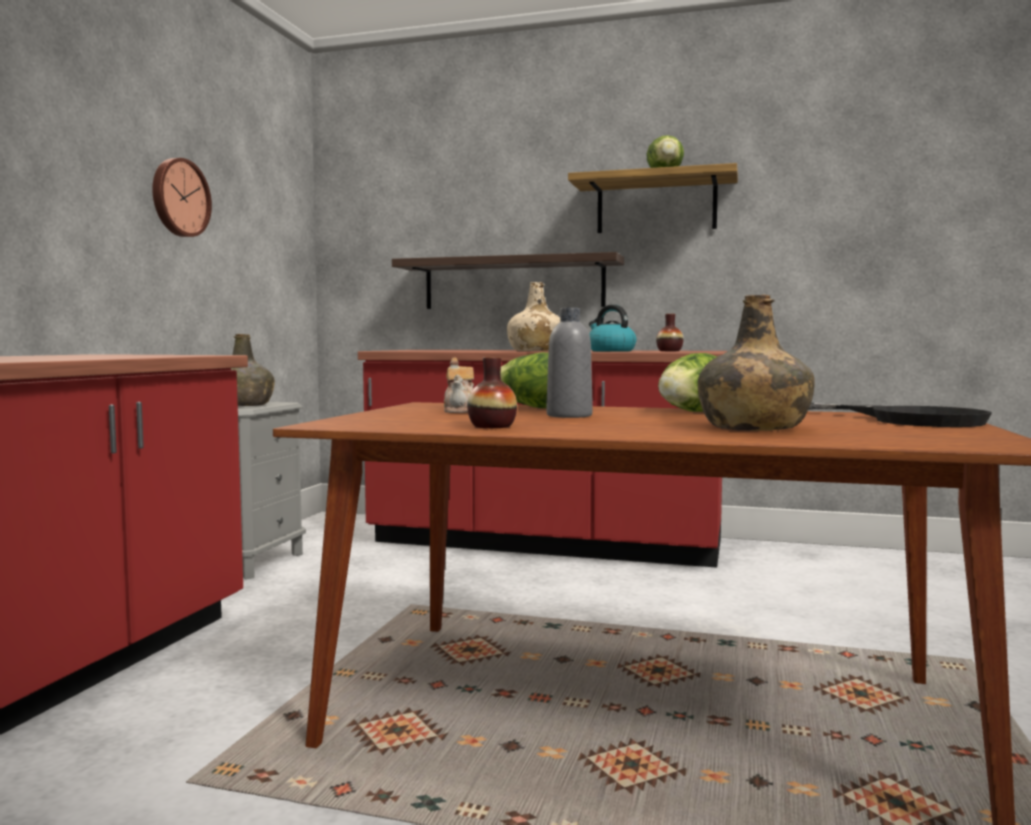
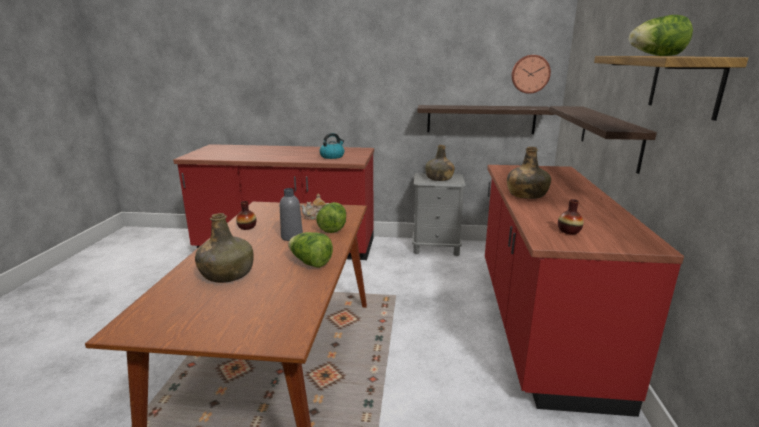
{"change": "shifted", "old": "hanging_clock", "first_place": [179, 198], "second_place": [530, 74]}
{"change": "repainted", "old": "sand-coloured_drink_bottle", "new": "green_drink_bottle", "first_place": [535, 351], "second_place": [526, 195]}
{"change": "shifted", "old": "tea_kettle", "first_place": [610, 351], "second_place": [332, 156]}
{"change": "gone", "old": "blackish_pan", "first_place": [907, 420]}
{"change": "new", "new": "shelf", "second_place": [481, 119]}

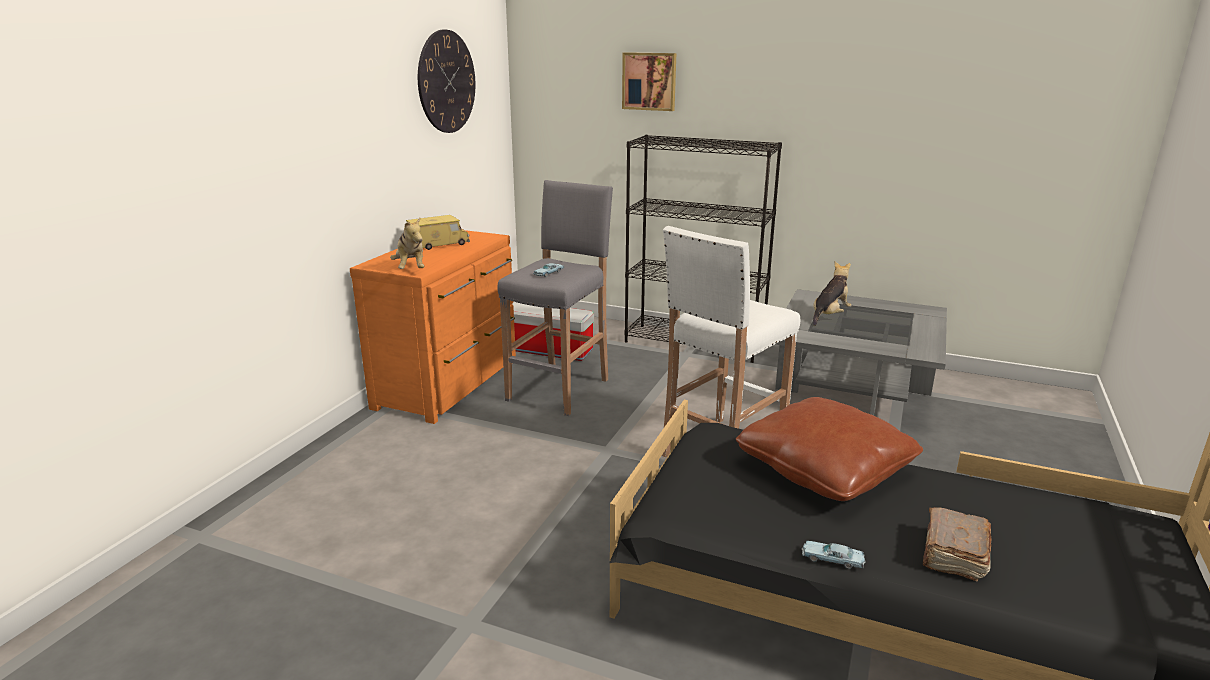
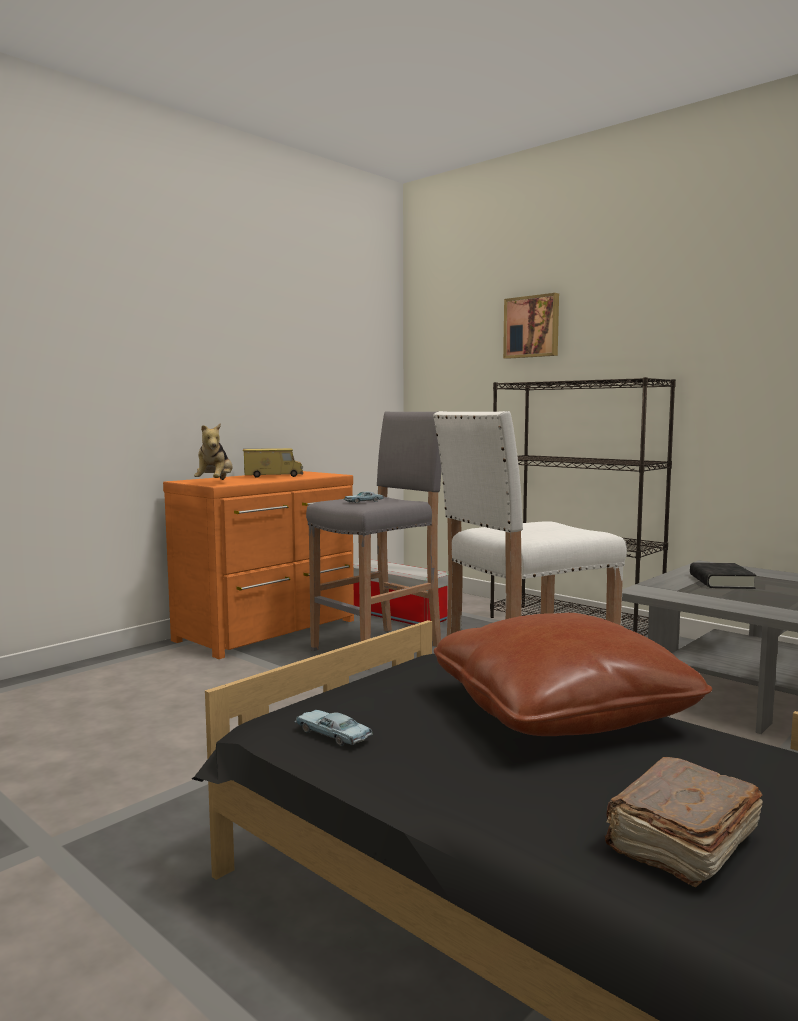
{"change": "gone", "old": "hanging_clock", "first_place": [446, 82]}
{"change": "swapped", "old": "cuddly_toy", "new": "blackish_bound_book", "first_place": [829, 315], "second_place": [721, 581]}
{"change": "shifted", "old": "blue_model_car", "first_place": [832, 559], "second_place": [332, 735]}

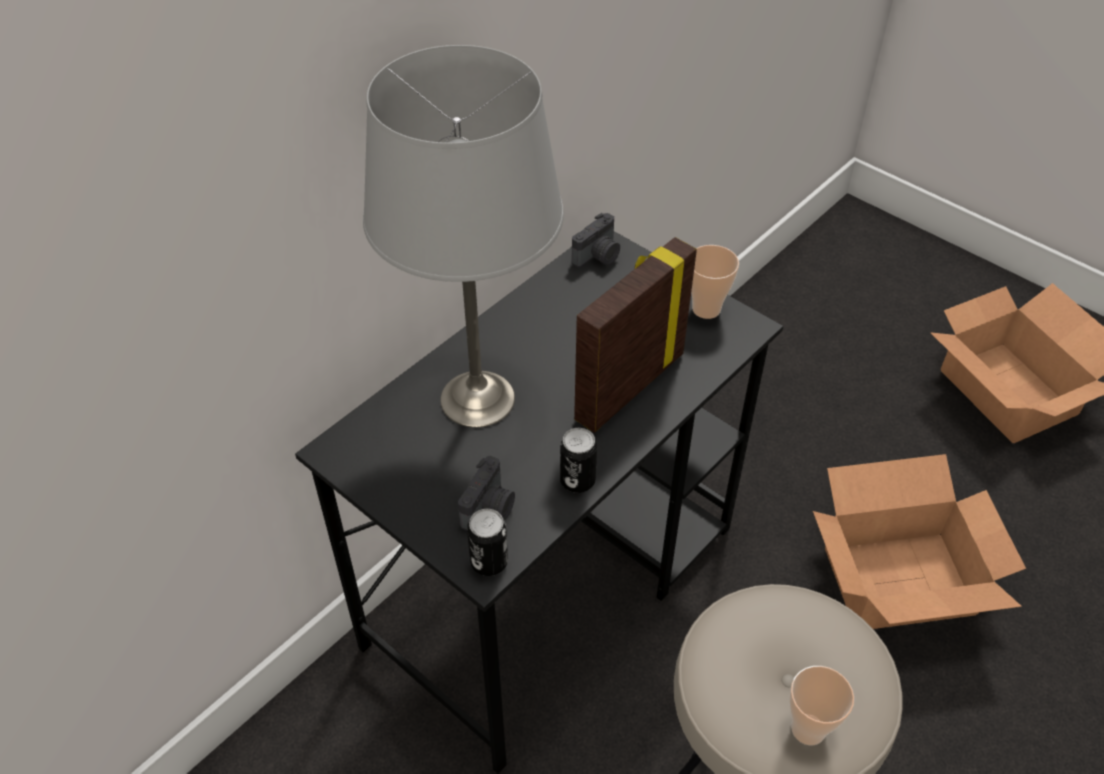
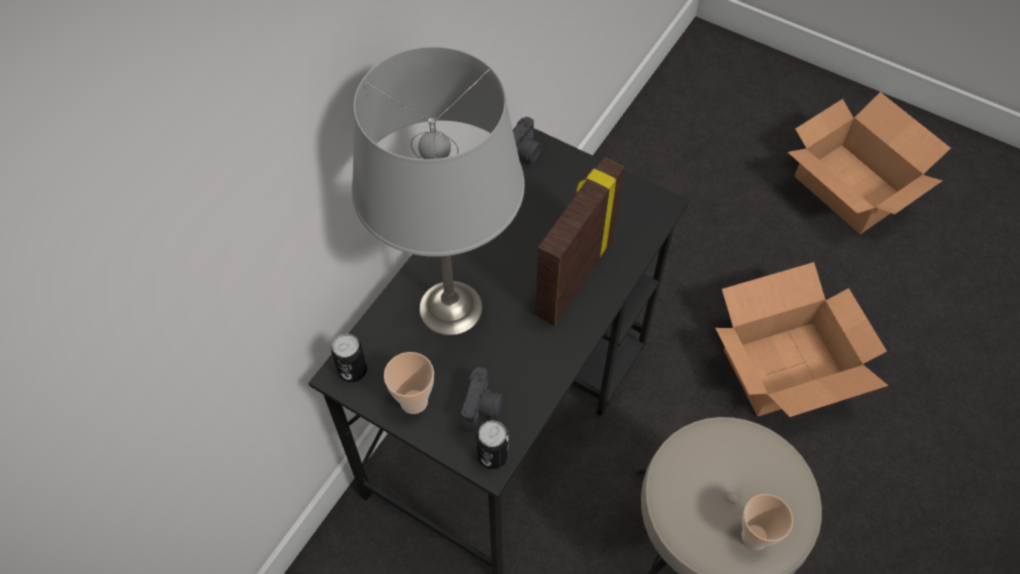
{"change": "shifted", "old": "small_cup", "first_place": [706, 309], "second_place": [414, 401]}
{"change": "shifted", "old": "sealed_can", "first_place": [577, 480], "second_place": [353, 370]}

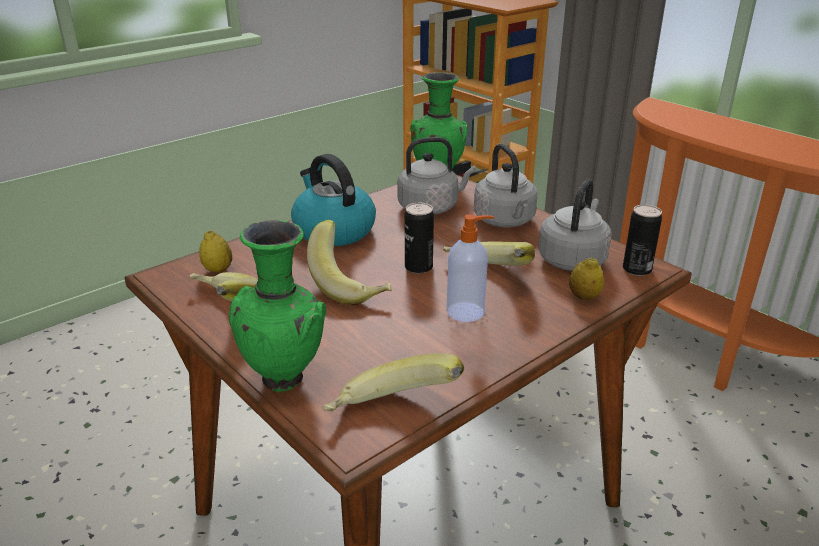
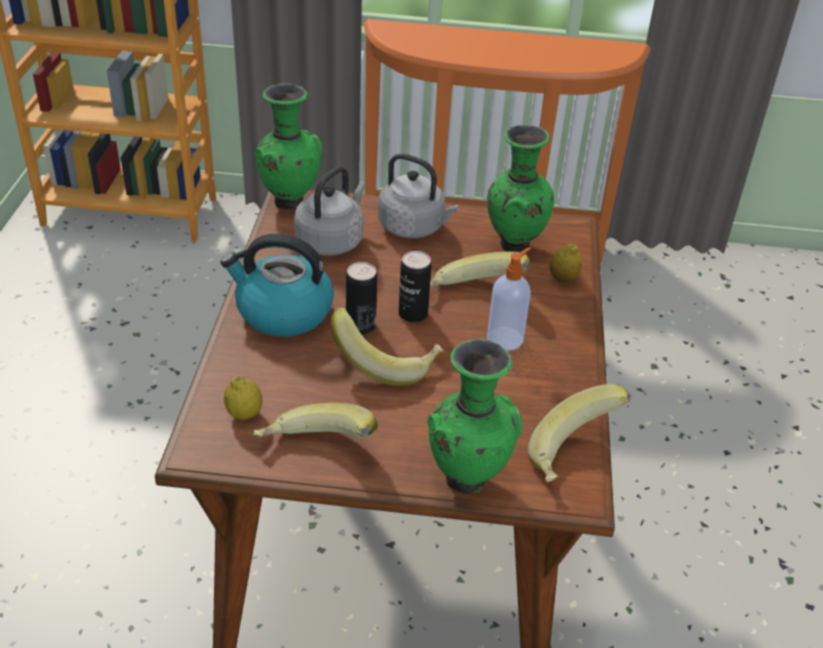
{"change": "swapped", "old": "greyish_tea_kettle", "new": "green_vase", "first_place": [573, 259], "second_place": [513, 244]}
{"change": "shifted", "old": "sealed_can", "first_place": [636, 269], "second_place": [360, 326]}

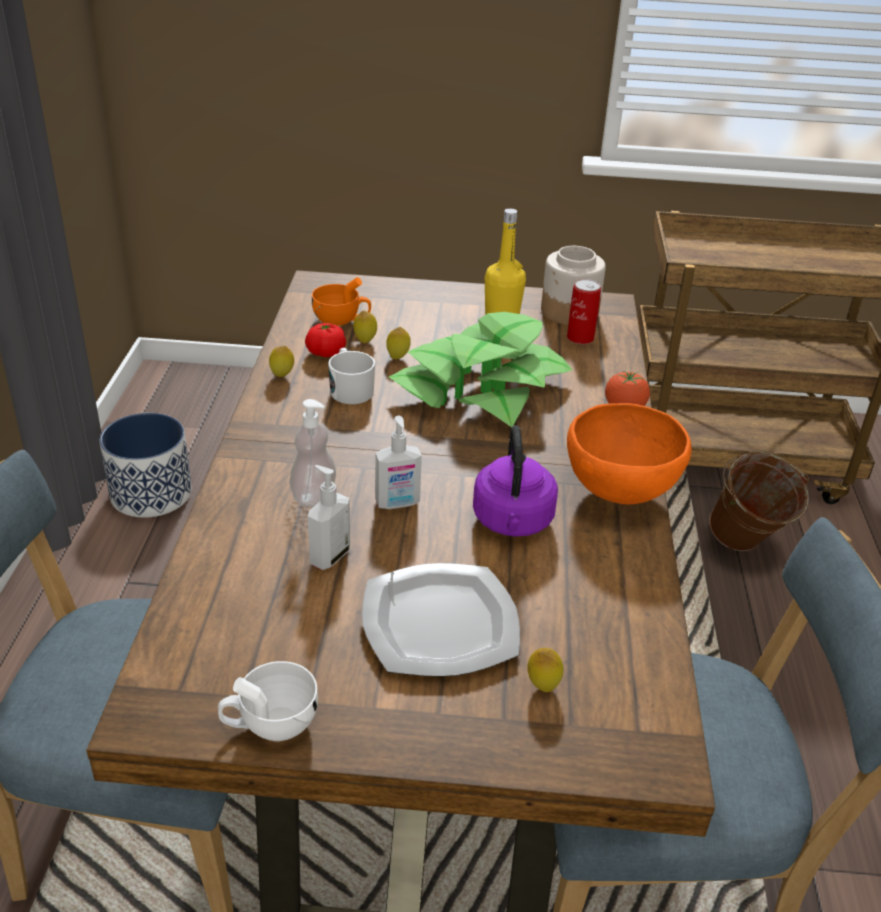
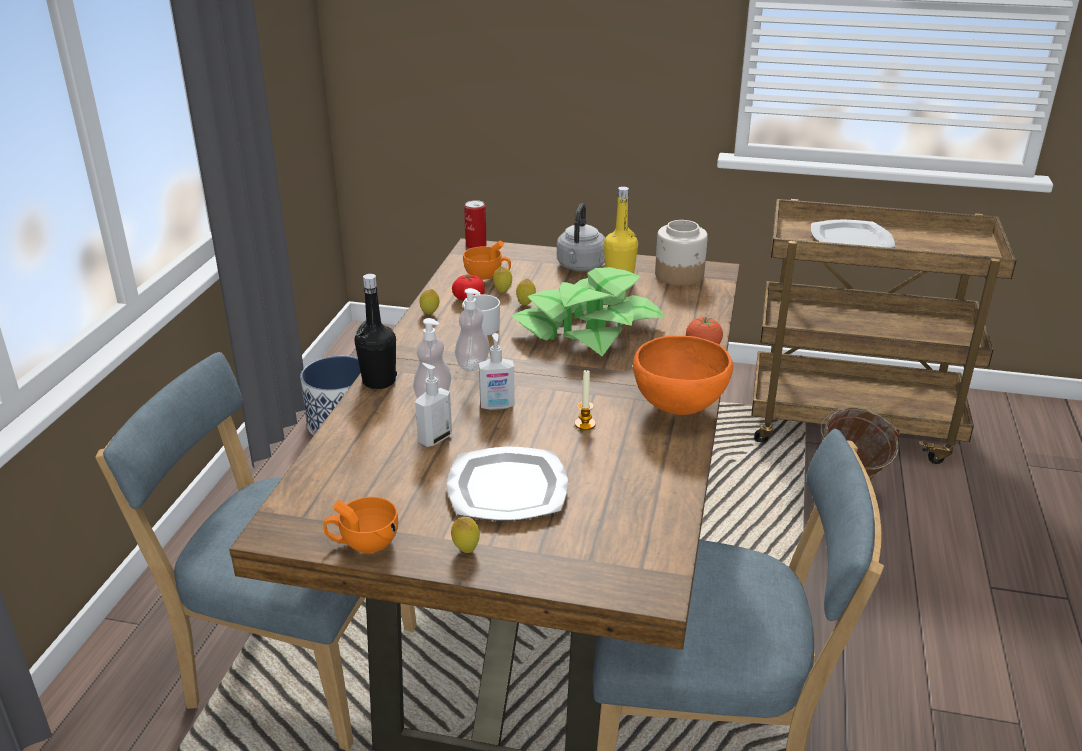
{"change": "shifted", "old": "sealed_can", "first_place": [580, 338], "second_place": [476, 246]}
{"change": "swapped", "old": "purple_tea_kettle", "new": "wax_candle", "first_place": [513, 522], "second_place": [585, 424]}
{"change": "shifted", "old": "whole_lemon", "first_place": [542, 686], "second_place": [466, 549]}
{"change": "repainted", "old": "white-coloured_small_cup", "new": "orange-coloured_small_cup", "first_place": [270, 724], "second_place": [363, 543]}
{"change": "new", "new": "greyish_tea_kettle", "second_place": [580, 266]}
{"change": "new", "new": "flat_dish", "second_place": [850, 240]}
{"change": "new", "new": "blackish_drink_bottle", "second_place": [379, 381]}
{"change": "new", "new": "soap_bottle", "second_place": [472, 364]}

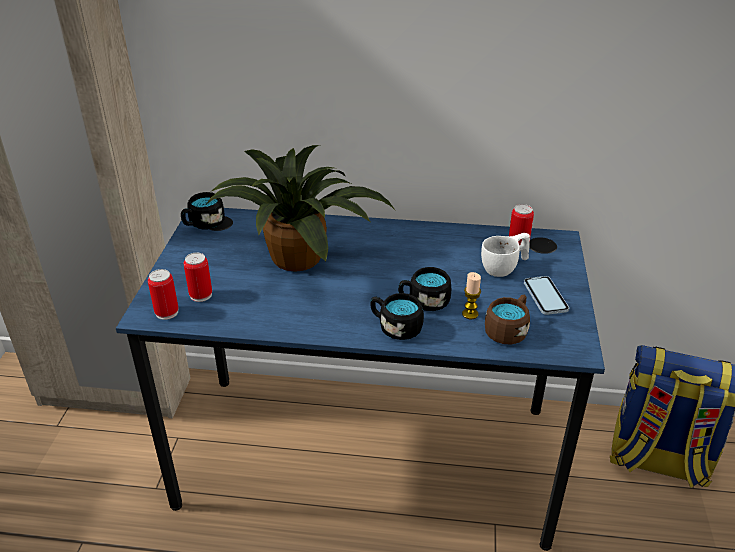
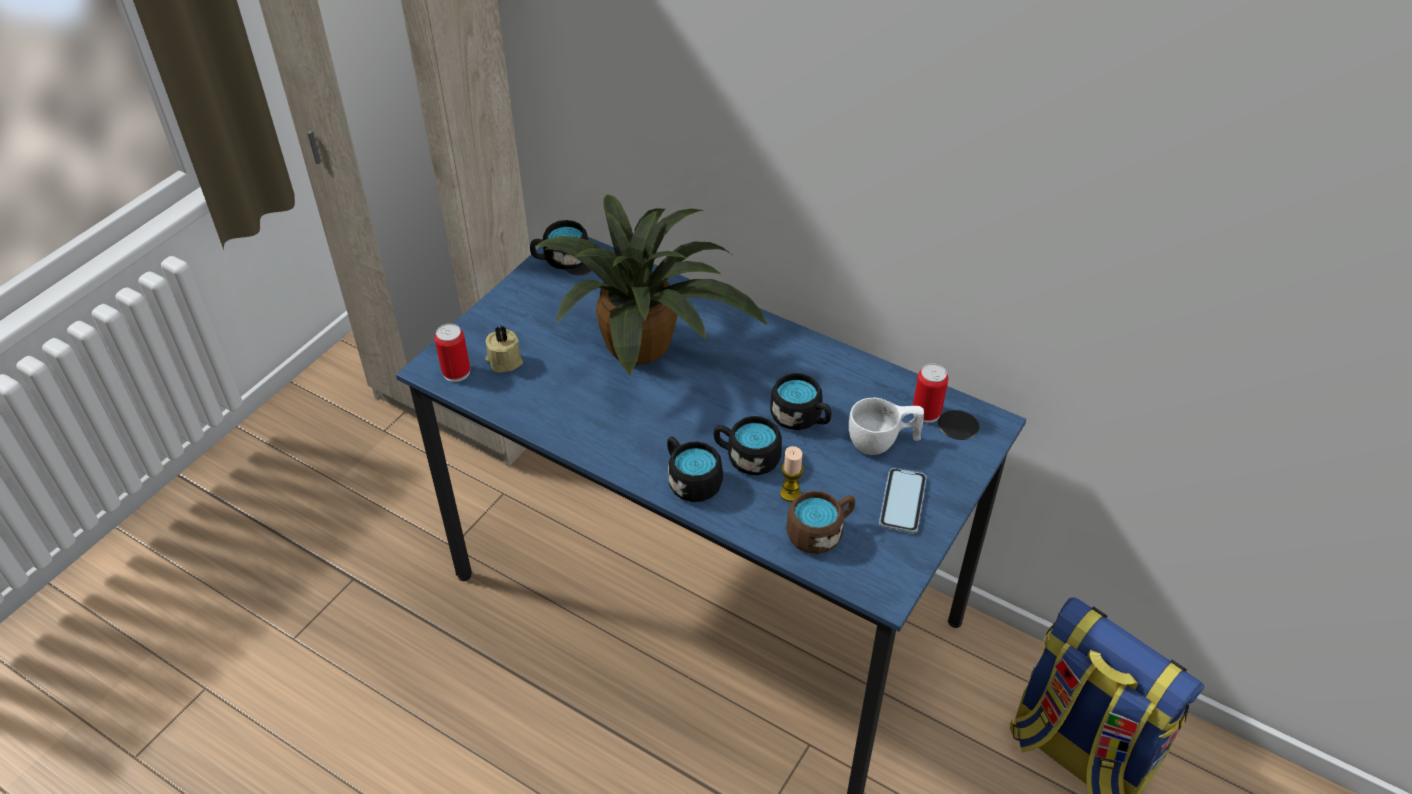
{"change": "swapped", "old": "sealed_can", "new": "sand-coloured_wax_candle", "first_place": [201, 295], "second_place": [504, 361]}
{"change": "new", "new": "blackish_tea_mug", "second_place": [801, 418]}

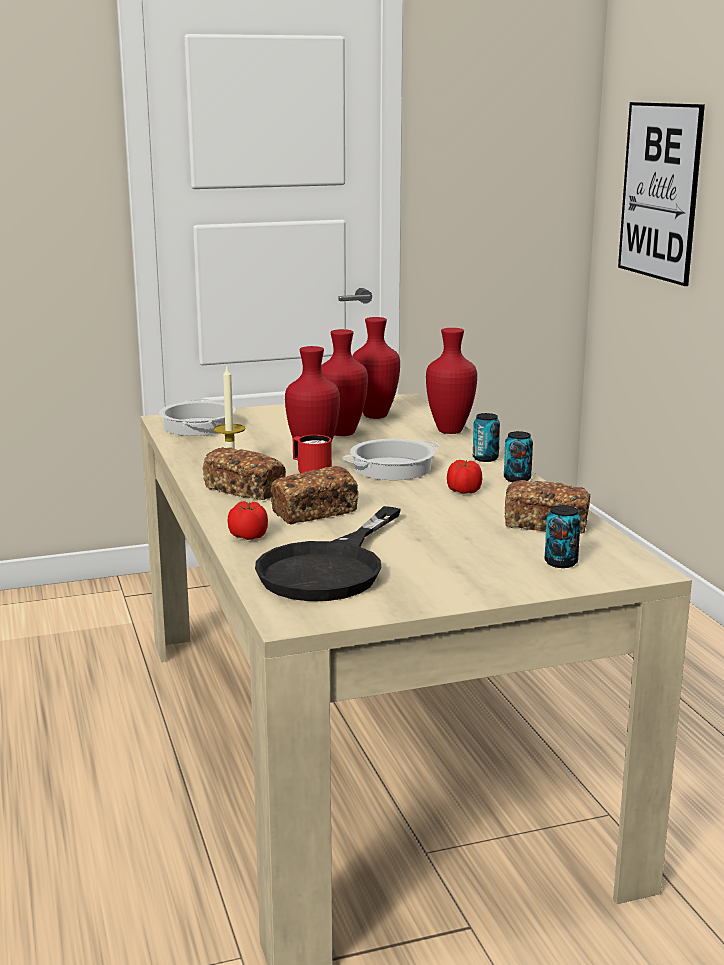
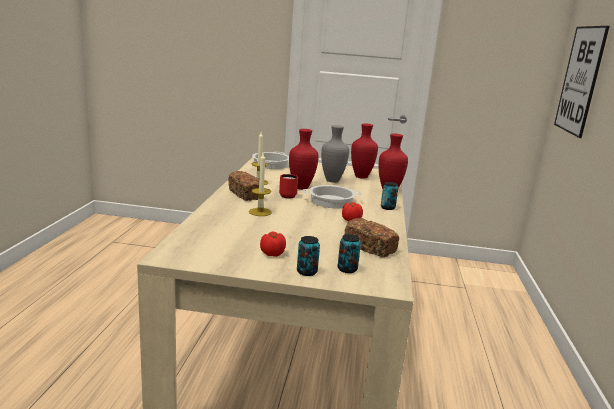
{"change": "repainted", "old": "reddish_vase", "new": "greyish_vase", "first_place": [344, 433], "second_place": [333, 181]}
{"change": "shifted", "old": "sealed_can", "first_place": [517, 479], "second_place": [307, 272]}
{"change": "swapped", "old": "bakery_bread", "new": "wax_candle", "first_place": [314, 512], "second_place": [260, 212]}
{"change": "shifted", "old": "tomato", "first_place": [249, 536], "second_place": [273, 253]}
{"change": "gone", "old": "blackish_pan", "first_place": [330, 568]}

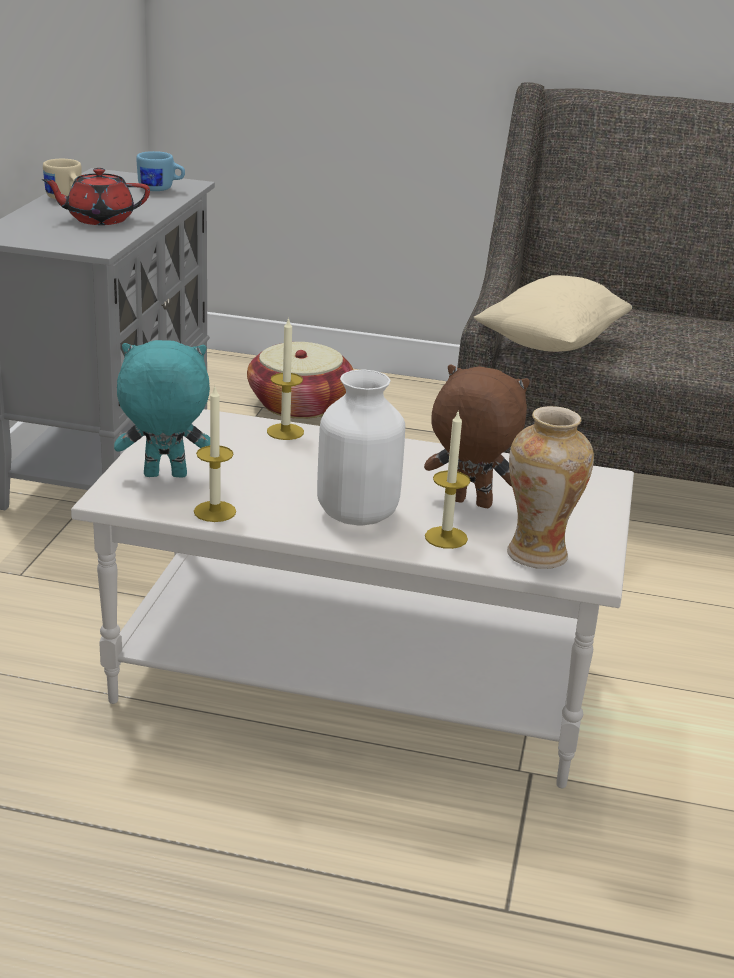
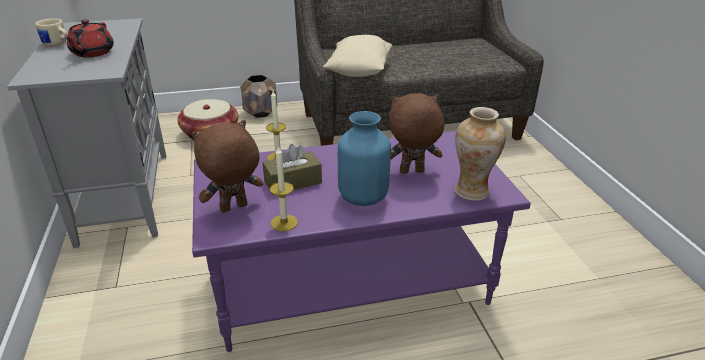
{"change": "gone", "old": "blue_tea_mug", "first_place": [161, 189]}
{"change": "rotated", "old": "reddish_tea_pot", "first_place": [99, 219], "second_place": [92, 53], "degrees": -45}
{"change": "repainted", "old": "turquoise_cuddly_toy", "new": "brown_cuddly_toy", "first_place": [164, 476], "second_place": [234, 208]}
{"change": "repainted", "old": "white-coloured_vase", "new": "blue_vase", "first_place": [359, 514], "second_place": [364, 197]}
{"change": "repainted", "old": "white-coloured_low_table", "new": "purple_low_table", "first_place": [352, 684], "second_place": [350, 285]}
{"change": "gone", "old": "wax_candle", "first_place": [446, 537]}
{"change": "new", "new": "brown_plant_pot", "second_place": [261, 113]}
{"change": "new", "new": "brown_box_of_tissues", "second_place": [293, 182]}

